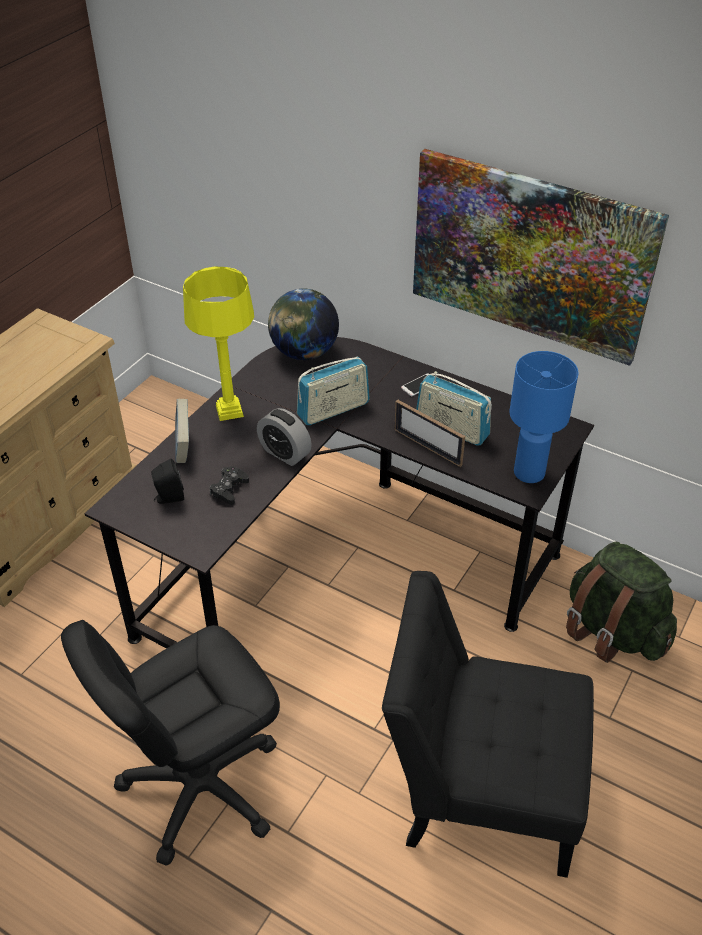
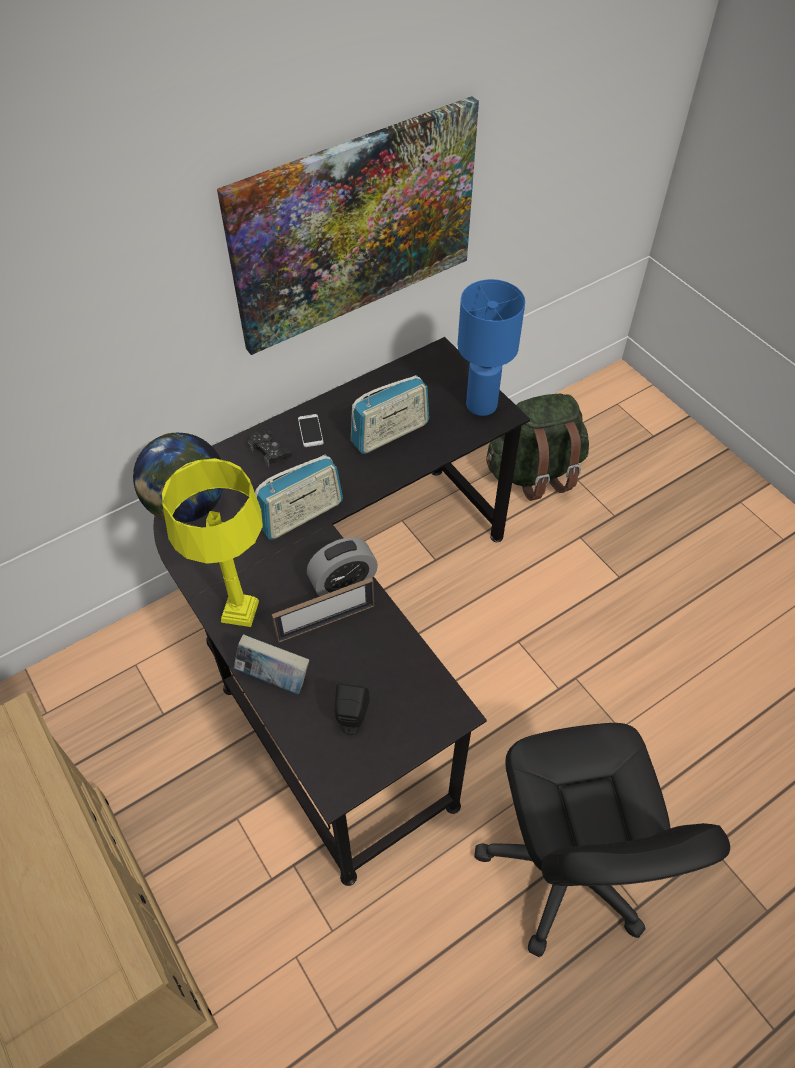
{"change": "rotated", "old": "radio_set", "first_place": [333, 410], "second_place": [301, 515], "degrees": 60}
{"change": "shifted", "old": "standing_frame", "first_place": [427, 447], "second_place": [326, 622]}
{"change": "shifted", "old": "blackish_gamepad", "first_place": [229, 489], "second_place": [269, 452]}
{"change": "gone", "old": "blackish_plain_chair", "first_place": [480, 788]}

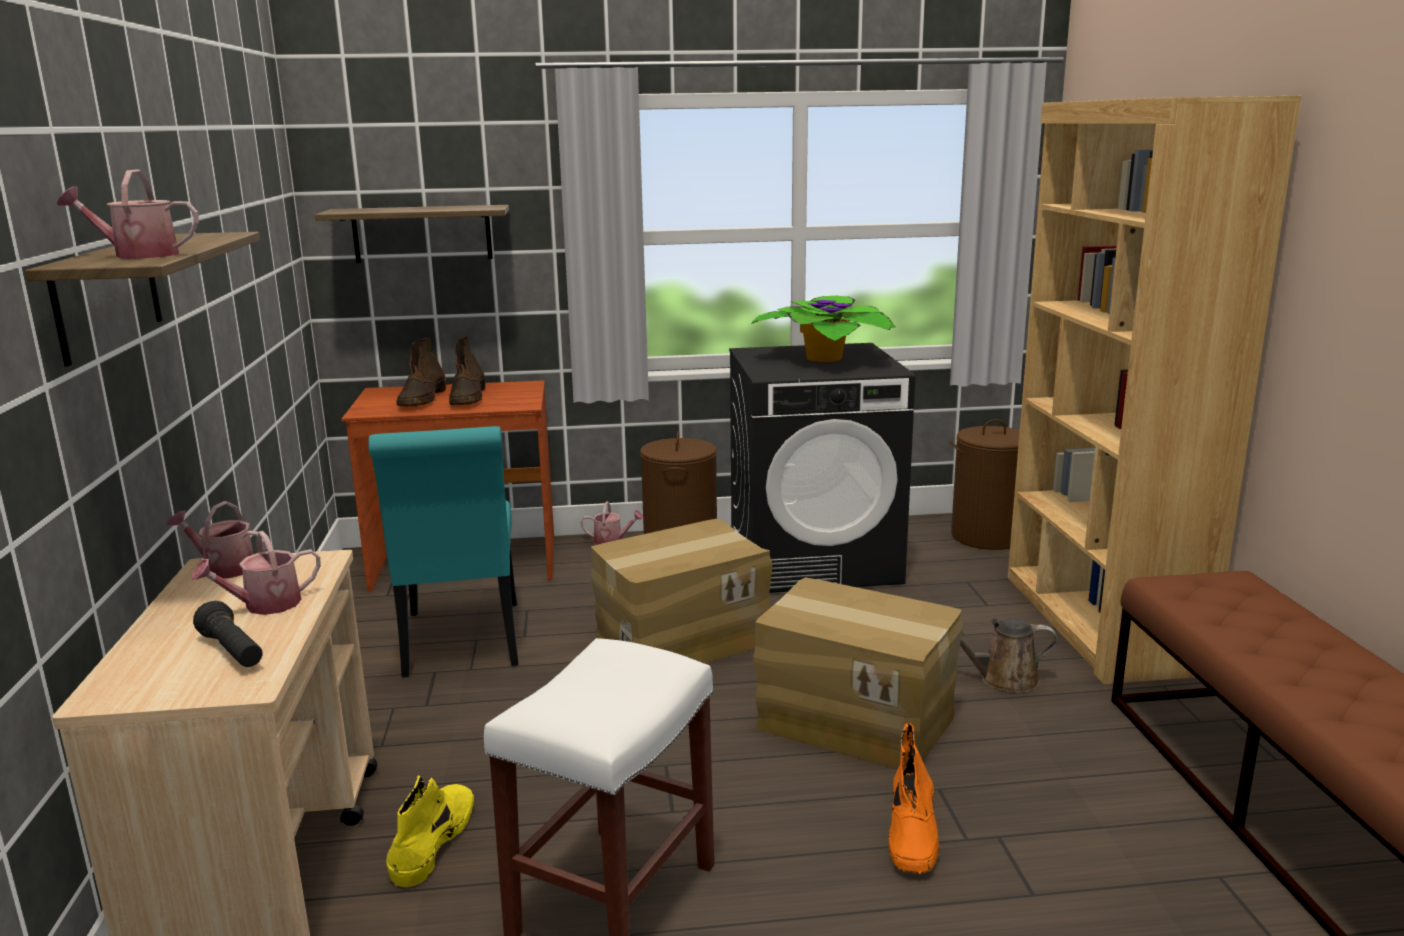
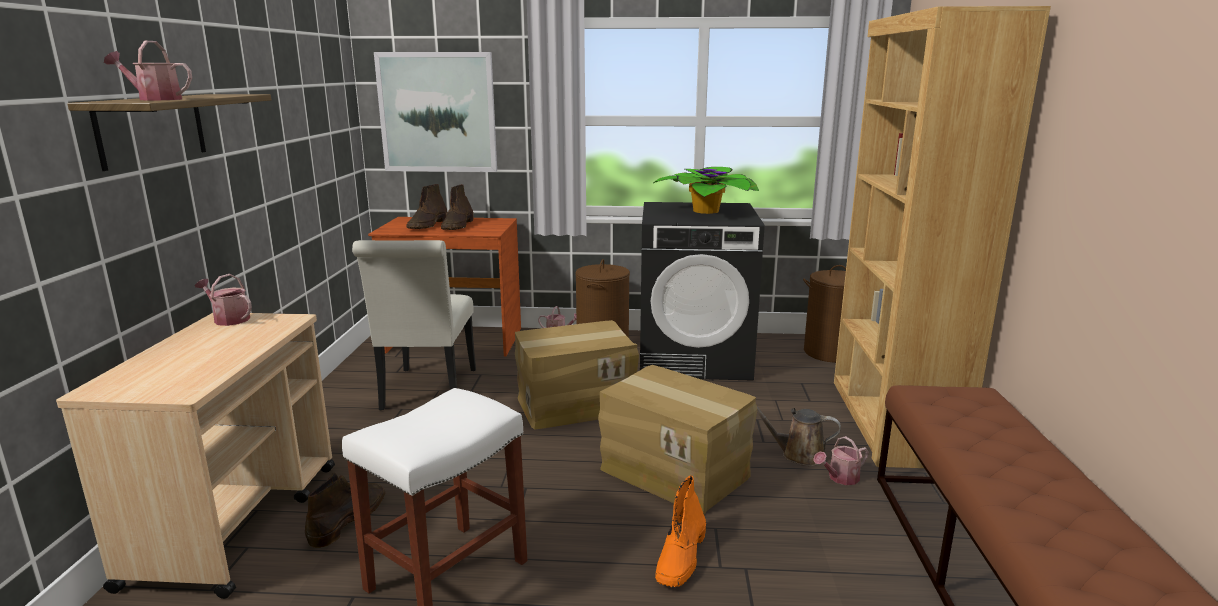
{"change": "swapped", "old": "shelf", "new": "wall_picture", "first_place": [422, 233], "second_place": [437, 112]}
{"change": "repainted", "old": "turquoise_plain_chair", "new": "white-coloured_plain_chair", "first_place": [462, 644], "second_place": [427, 392]}
{"change": "shifted", "old": "sprinkling_can", "first_place": [264, 605], "second_place": [840, 478]}
{"change": "gone", "old": "blackish_flashlight", "first_place": [233, 652]}
{"change": "repainted", "old": "yellow-coloured_high-top_boot", "new": "brown_high-top_boot", "first_place": [434, 840], "second_place": [348, 519]}

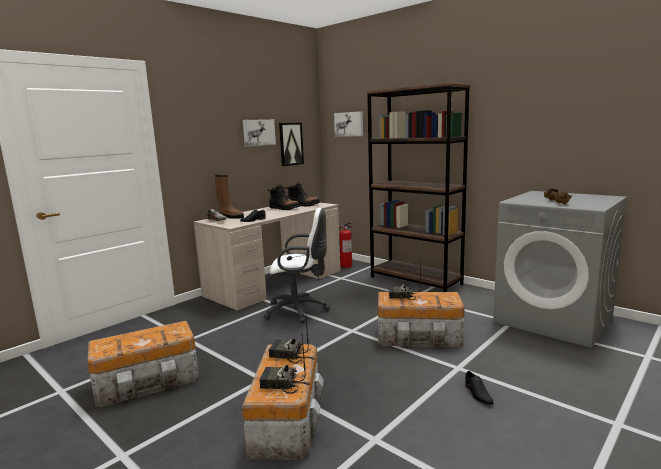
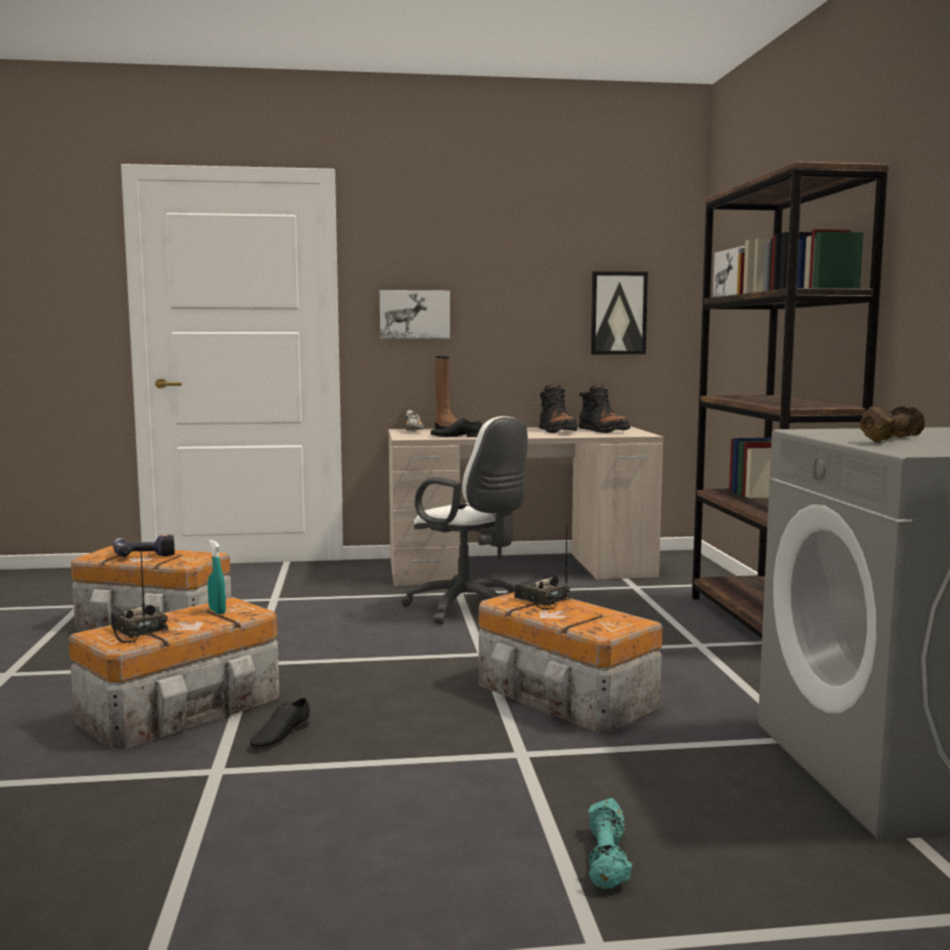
{"change": "shifted", "old": "wall_picture", "first_place": [258, 132], "second_place": [414, 314]}
{"change": "gone", "old": "fire_extinguisher", "first_place": [345, 266]}
{"change": "swapped", "old": "radio_set", "new": "turquoise_hand_sprayer", "first_place": [286, 355], "second_place": [217, 611]}
{"change": "shifted", "old": "blackish_low_shoe", "first_place": [477, 394], "second_place": [279, 735]}
{"change": "new", "new": "drill", "second_place": [144, 554]}
{"change": "new", "new": "turquoise_hand_weight", "second_place": [608, 860]}

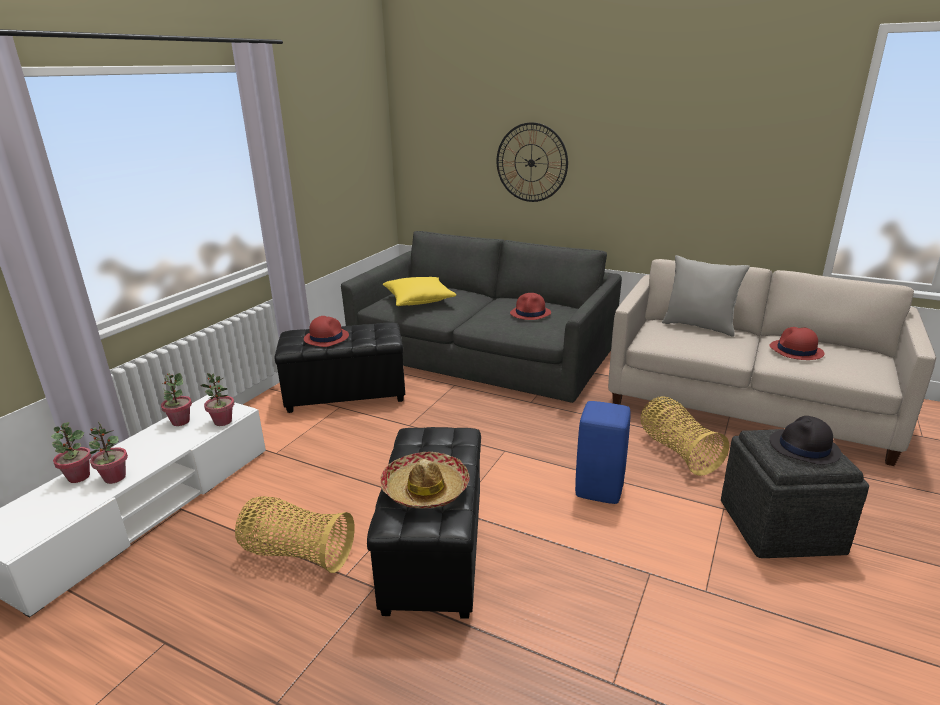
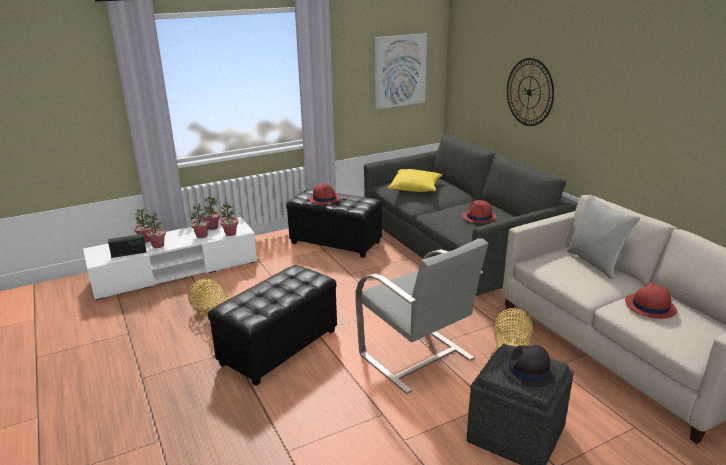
{"change": "swapped", "old": "blue_stool", "new": "greyish_armchair", "first_place": [600, 491], "second_place": [417, 357]}
{"change": "gone", "old": "wearable_hat", "first_place": [425, 489]}
{"change": "new", "new": "wall_picture", "second_place": [400, 71]}
{"change": "new", "new": "plant_in_a_pot", "second_place": [201, 236]}
{"change": "new", "new": "radio_set", "second_place": [129, 253]}

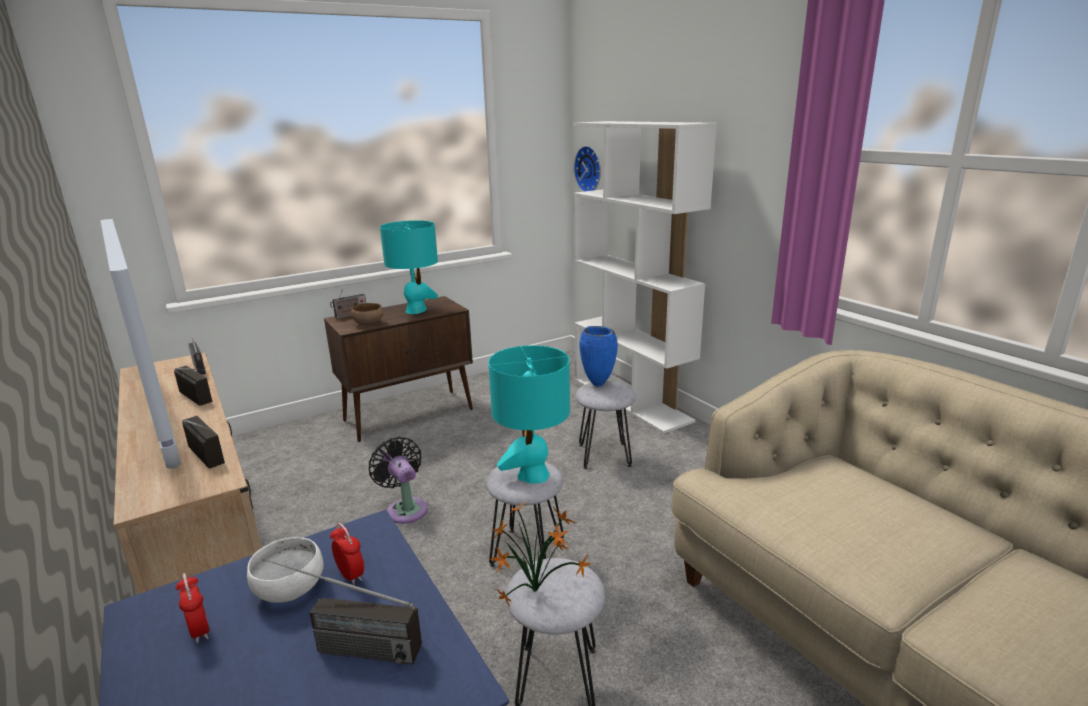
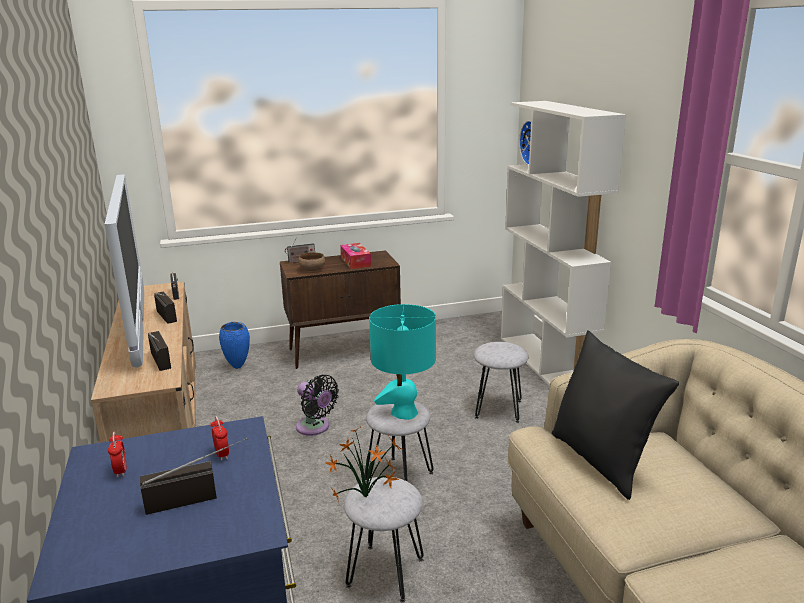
{"change": "swapped", "old": "turquoise_table_lamp", "new": "box_of_tissues", "first_place": [416, 310], "second_place": [355, 261]}
{"change": "shifted", "old": "blue_vase", "first_place": [598, 384], "second_place": [238, 367]}
{"change": "rotated", "old": "blackish_cooling_fan", "first_place": [405, 508], "second_place": [315, 427], "degrees": 150}
{"change": "gone", "old": "white-coloured_bowl", "first_place": [289, 588]}
{"change": "rotated", "old": "radio_set", "first_place": [343, 647], "second_place": [200, 496], "degrees": 135}
{"change": "new", "new": "blackish_cushion", "second_place": [601, 460]}

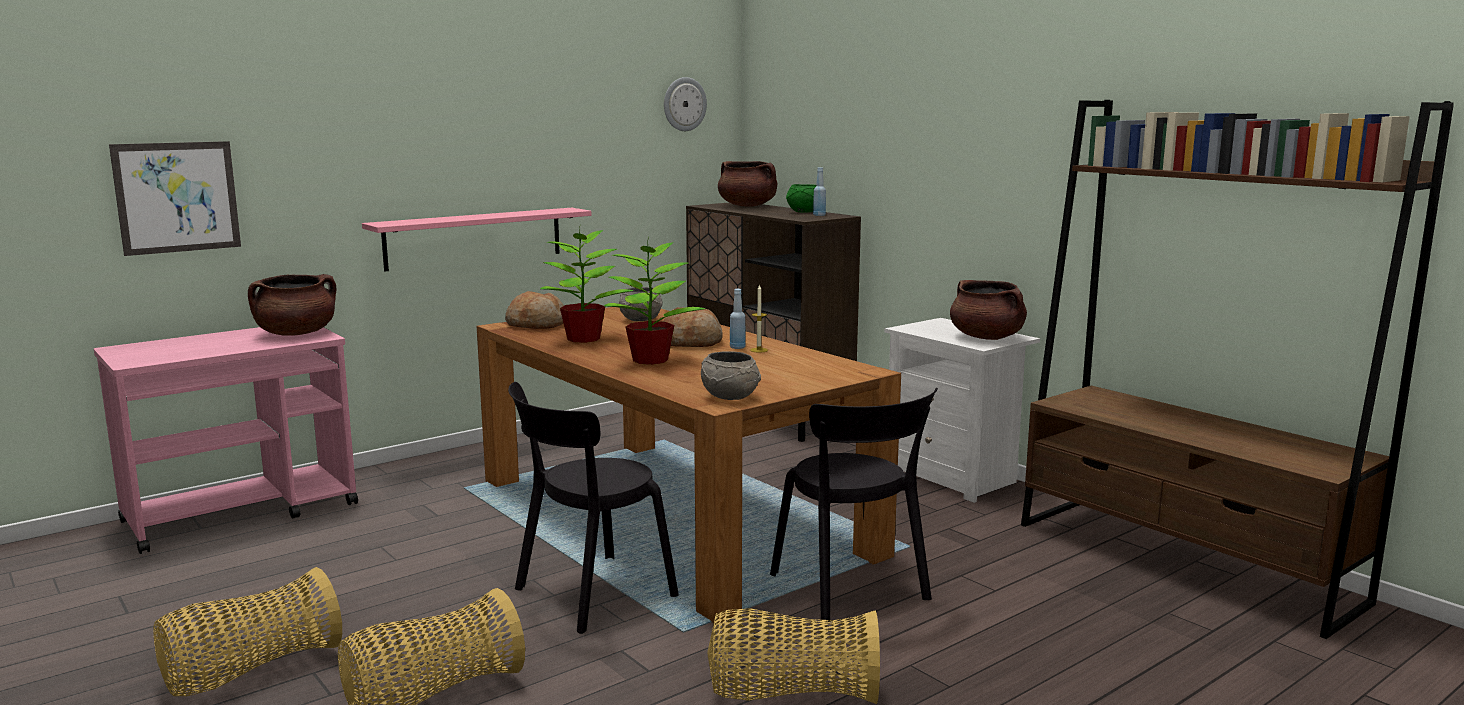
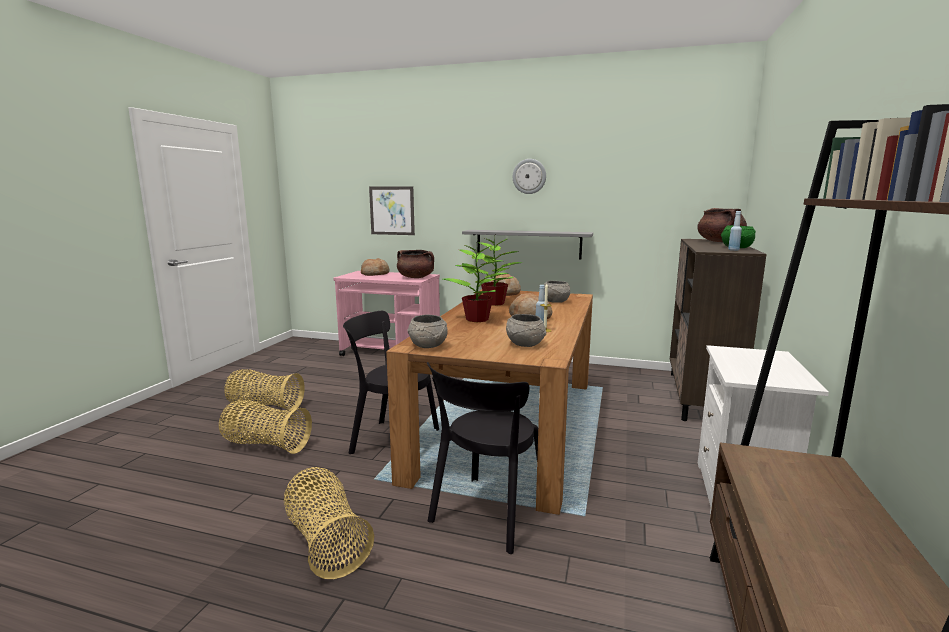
{"change": "shifted", "old": "hanging_clock", "first_place": [684, 104], "second_place": [529, 176]}
{"change": "repainted", "old": "pink-coloured_shelf", "new": "greyish_shelf", "first_place": [474, 238], "second_place": [528, 244]}
{"change": "gone", "old": "brown_saucepot", "first_place": [987, 337]}
{"change": "new", "new": "bakery_bread", "second_place": [375, 274]}
{"change": "new", "new": "greyish_bowl", "second_place": [525, 344]}

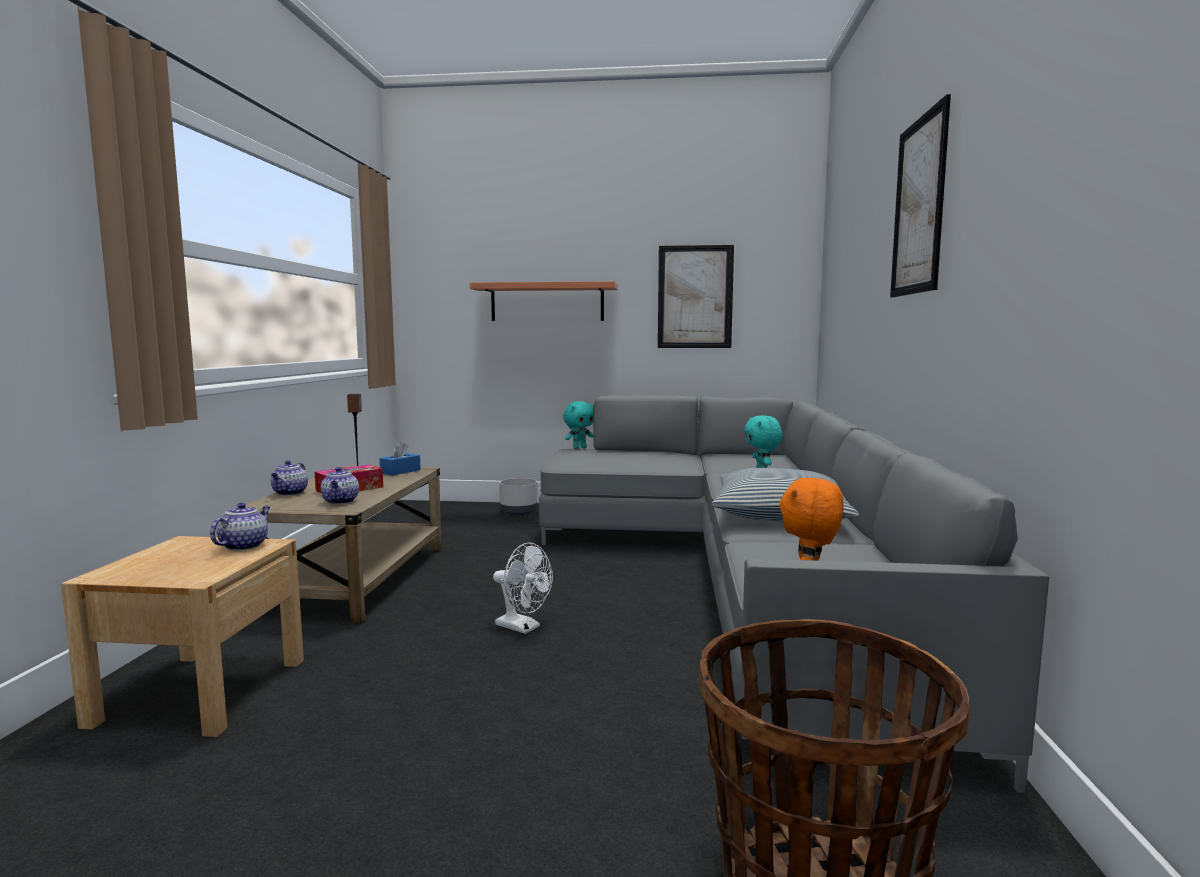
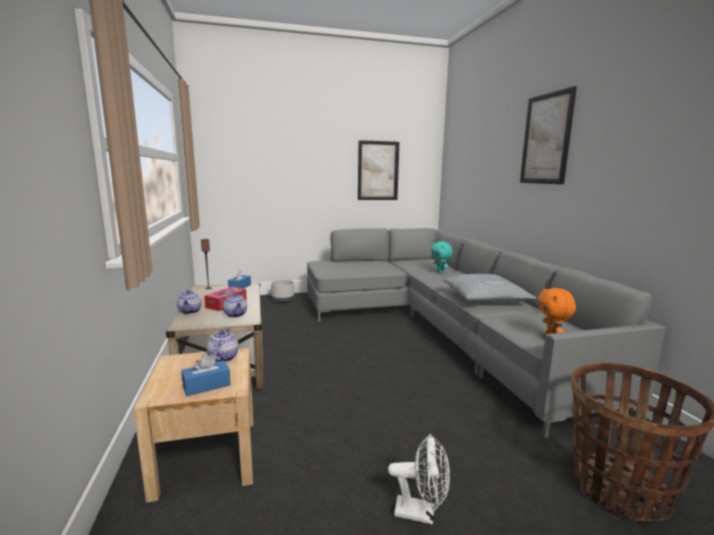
{"change": "gone", "old": "shelf", "first_place": [547, 302]}
{"change": "gone", "old": "turquoise_cuddly_toy", "first_place": [579, 448]}
{"change": "shifted", "old": "white-coloured_cooling_fan", "first_place": [523, 627], "second_place": [421, 513]}
{"change": "new", "new": "blue_box_of_tissues", "second_place": [206, 385]}

